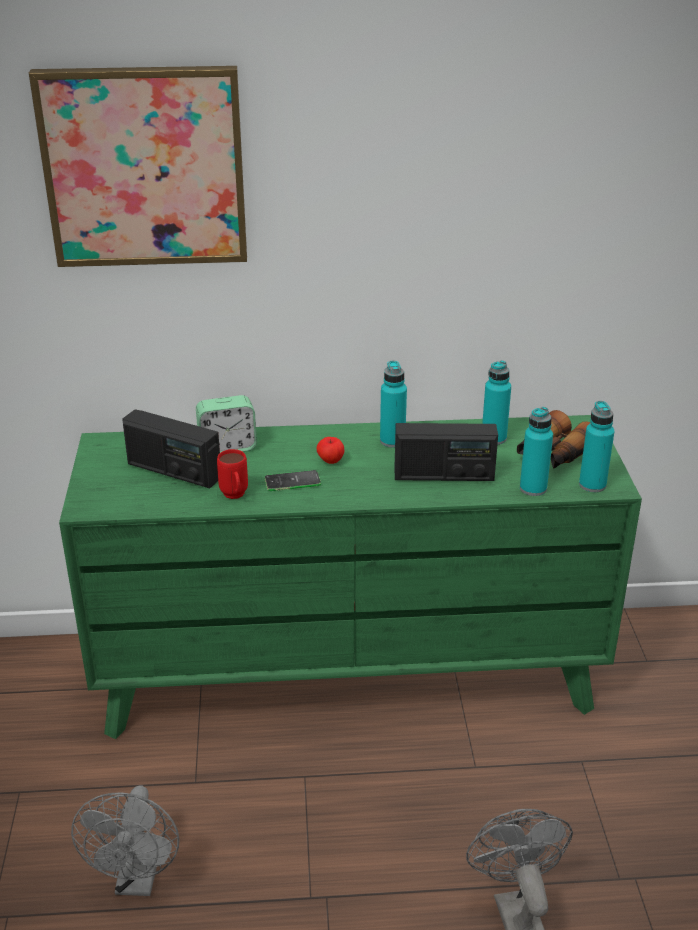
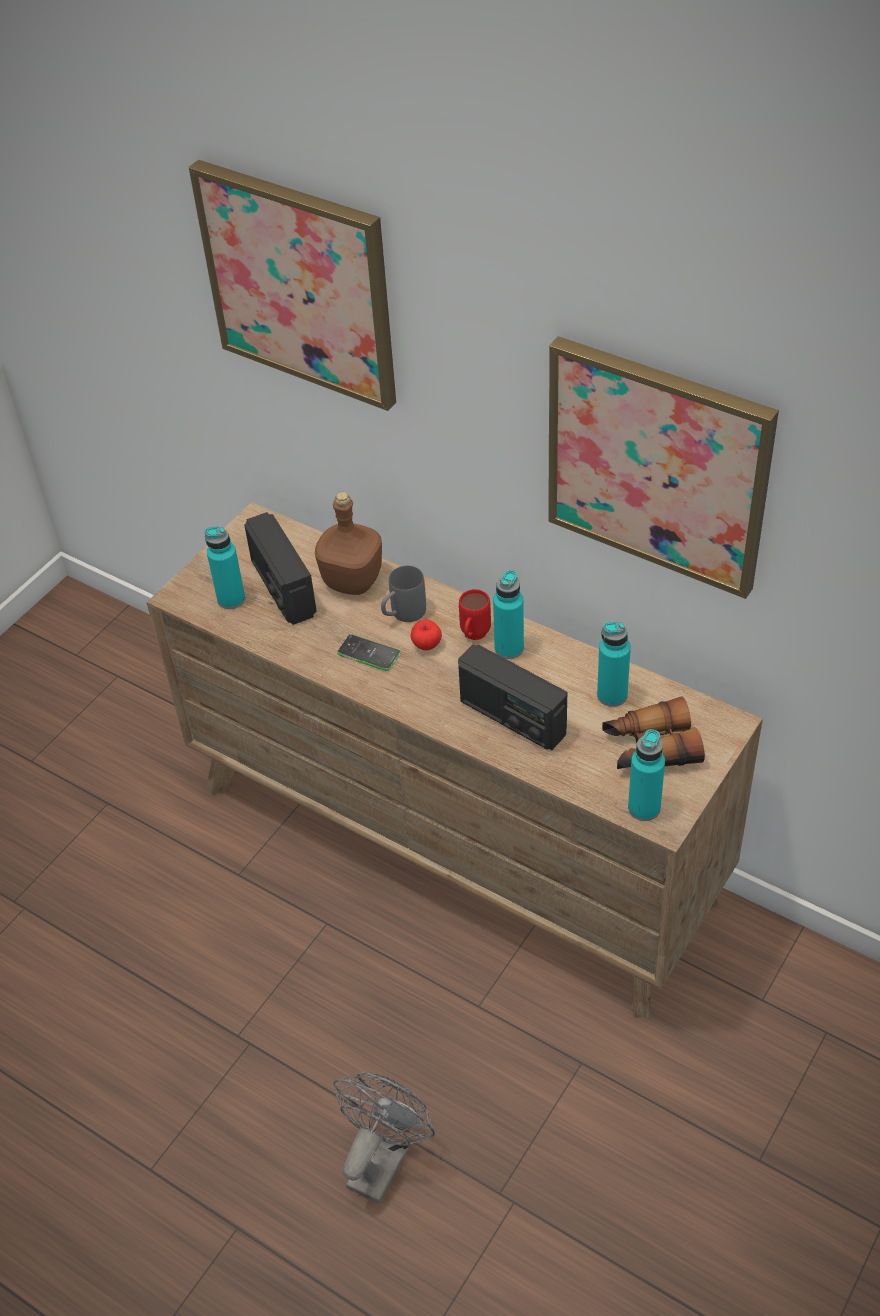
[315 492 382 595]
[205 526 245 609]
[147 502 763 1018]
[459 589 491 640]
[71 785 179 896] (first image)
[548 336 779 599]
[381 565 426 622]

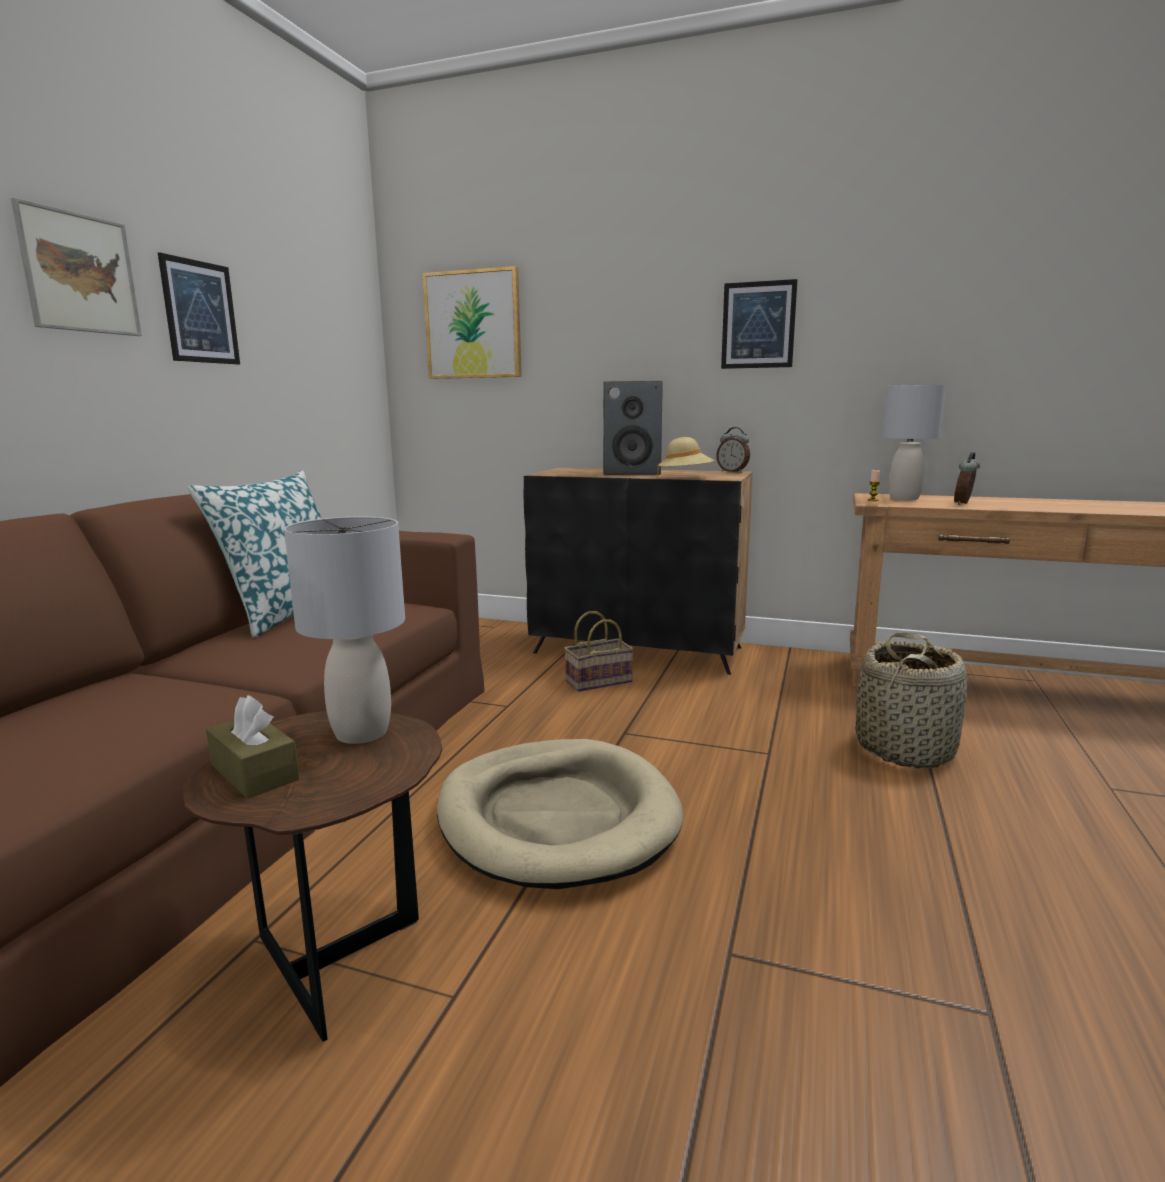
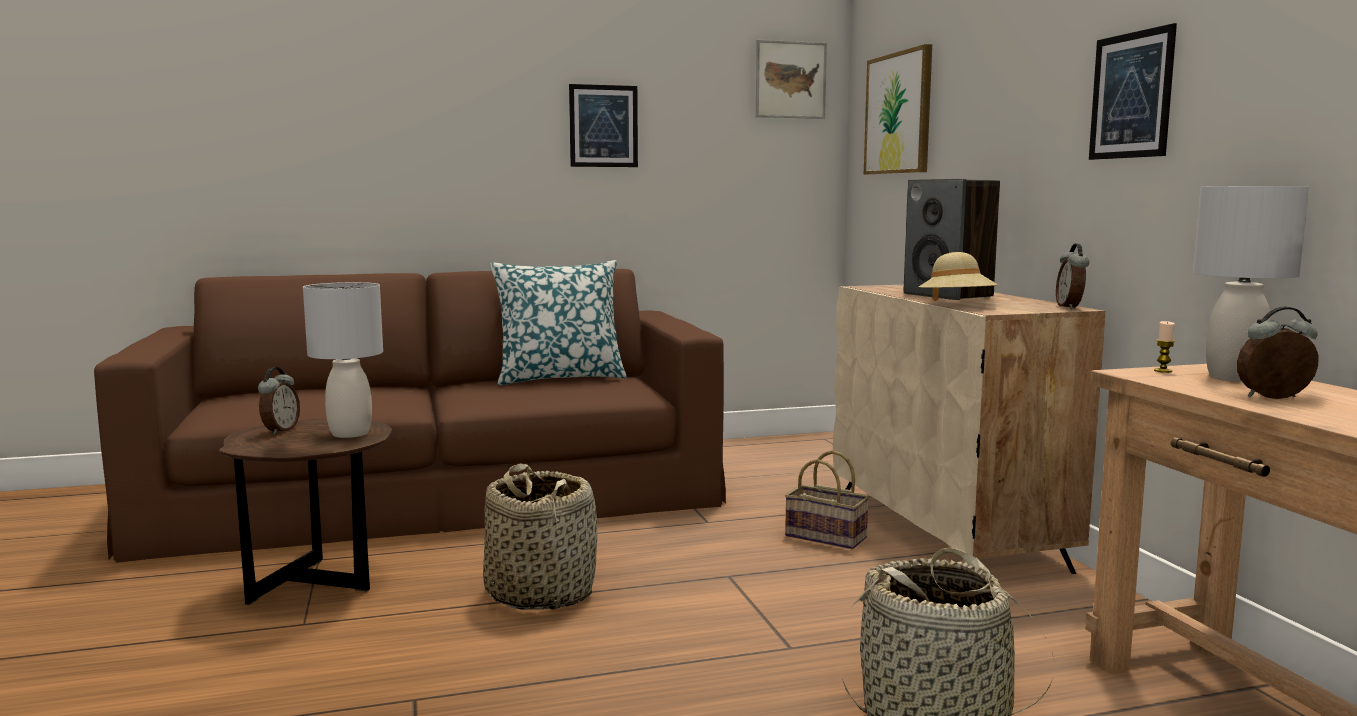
[756 40 827 119]
[833 285 1105 574]
[258 367 300 435]
[483 463 597 610]

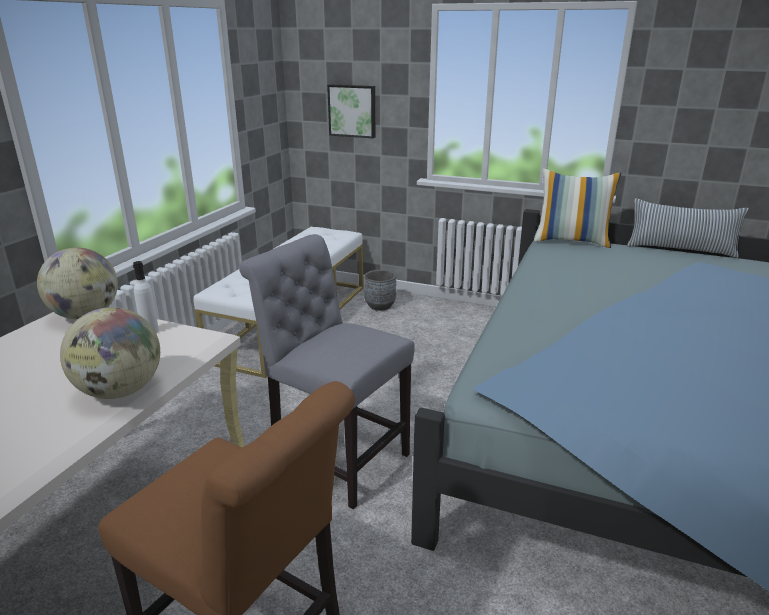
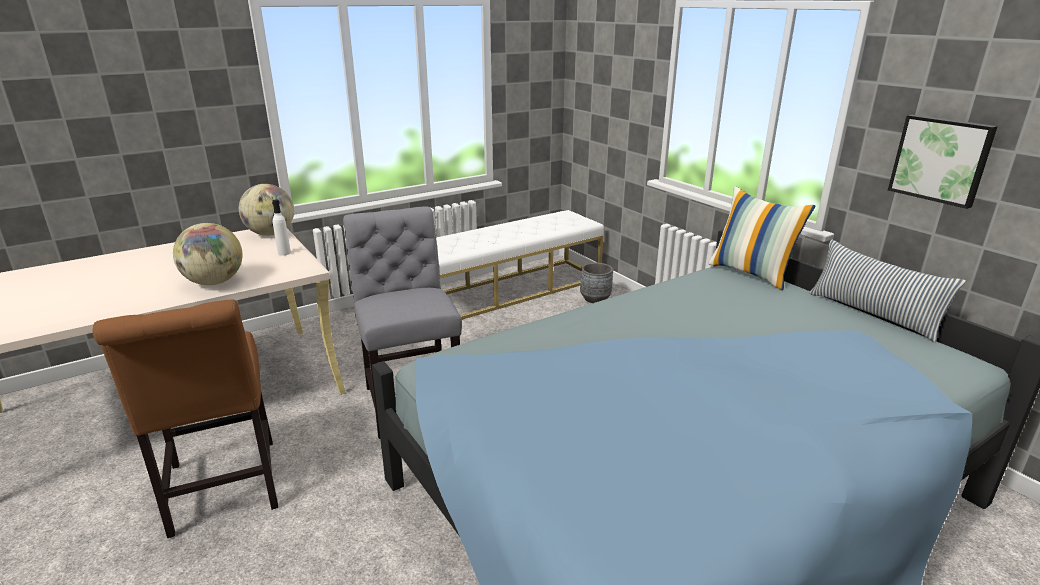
[888 115 998 209]

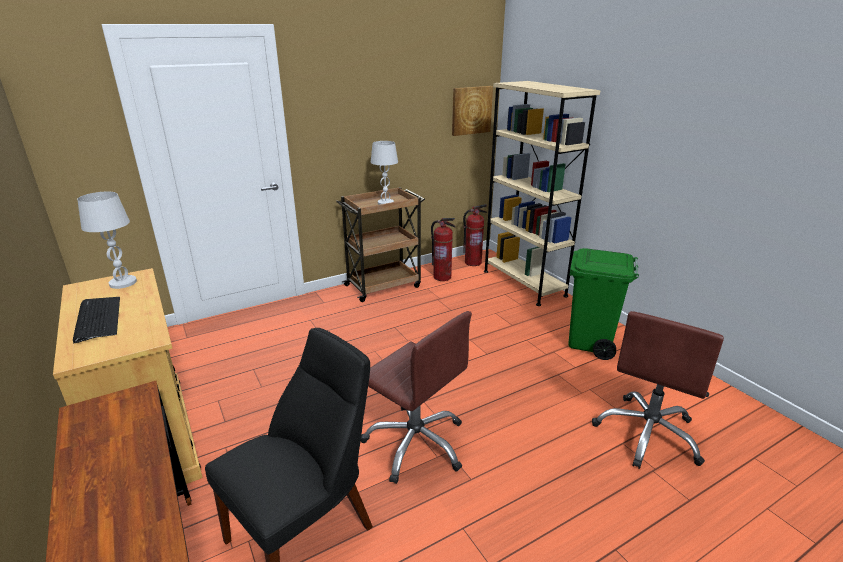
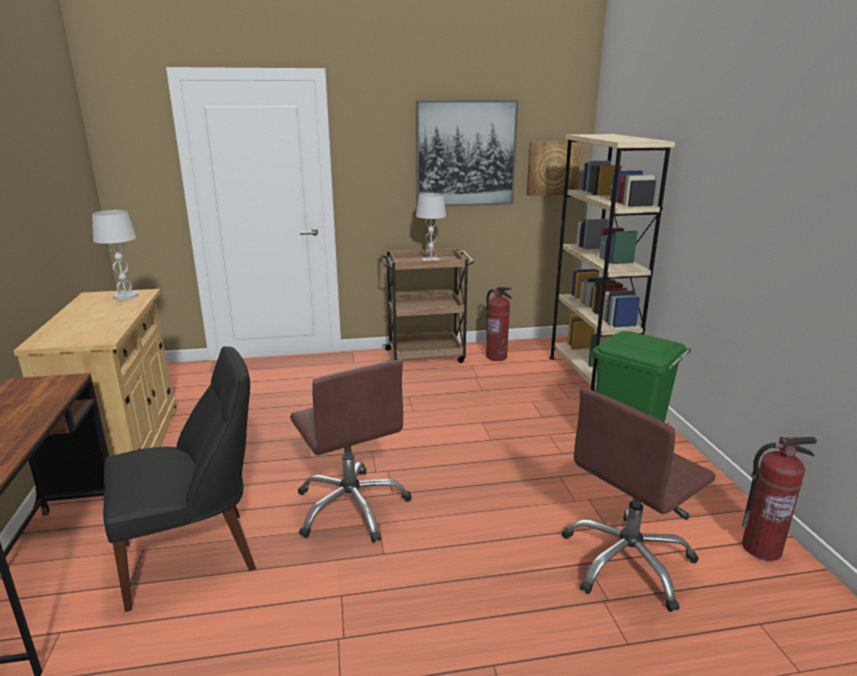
[742 437 817 561]
[73 297 120 343] (first image)
[416 100 518 206]

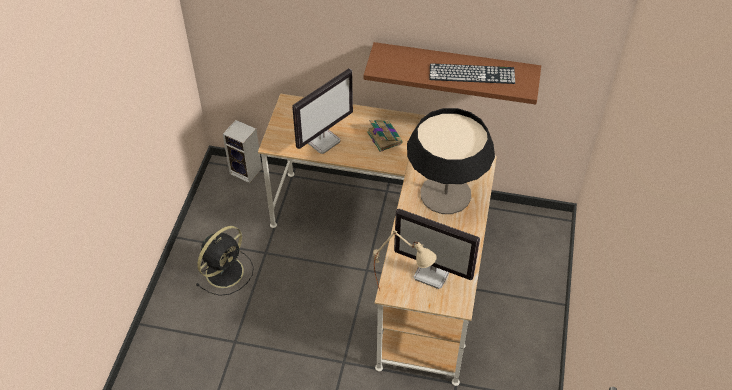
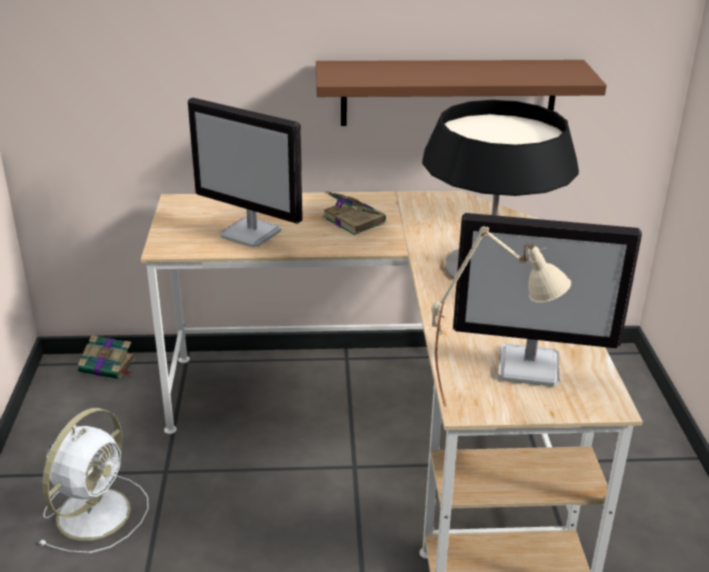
[430 64 515 84] (first image)
[188 98 303 247]
[78 335 135 379]
[38 408 149 553]

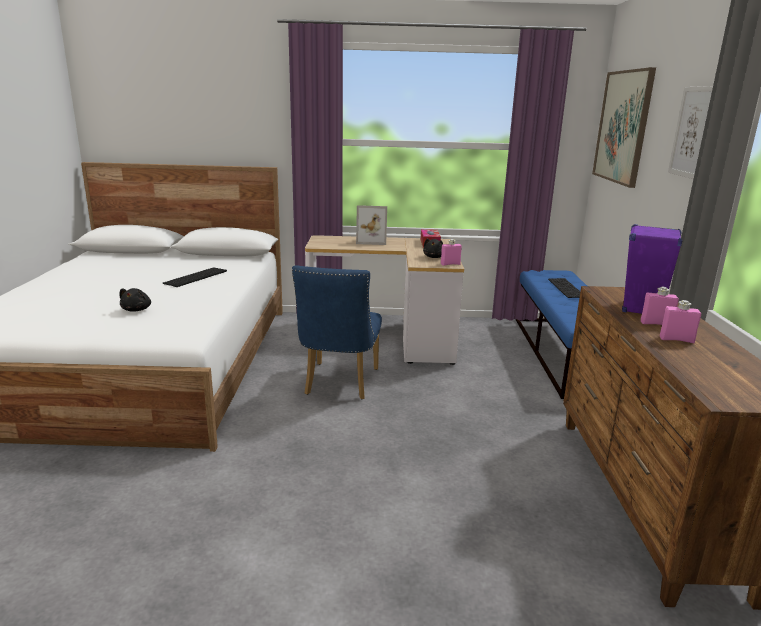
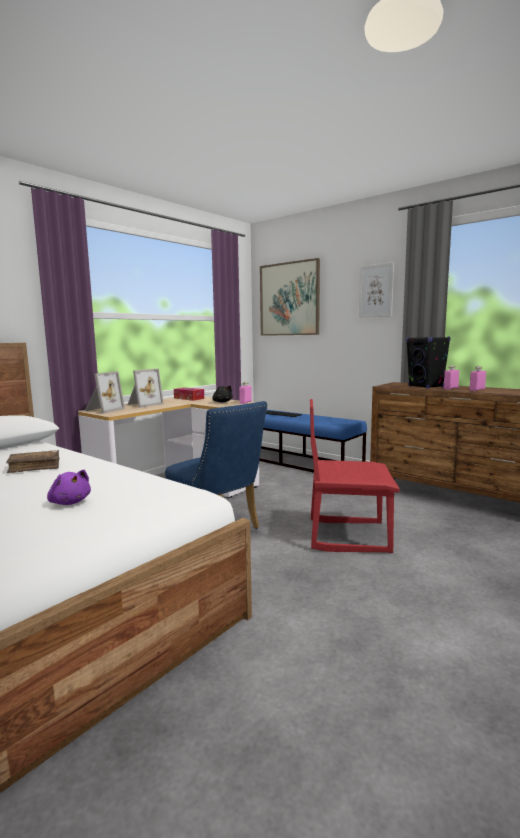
[406 337 450 388]
[6 450 59 473]
[47 470 91 505]
[85 371 125 414]
[310 399 400 553]

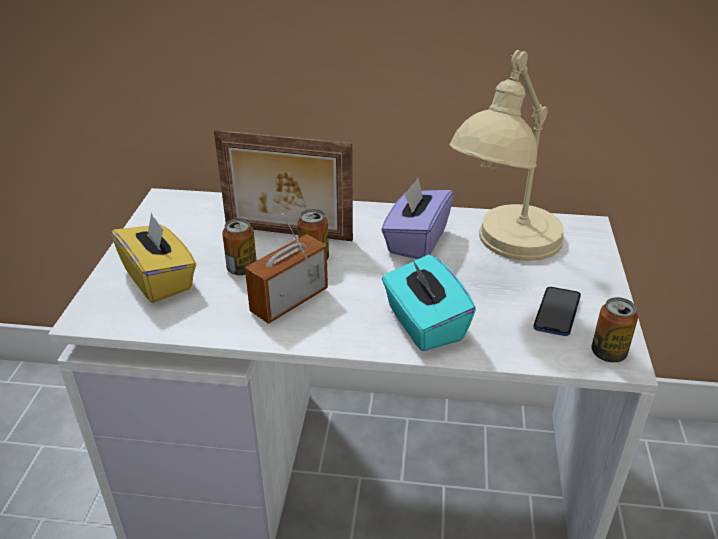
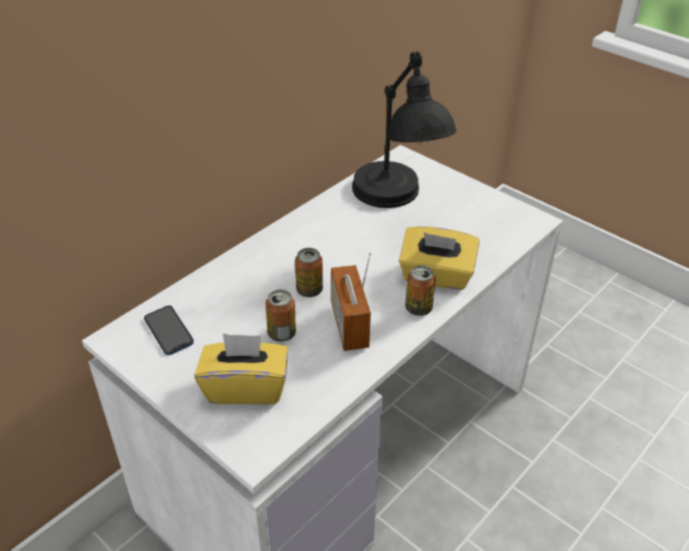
[352 51 457 208]
[214 130 353 241] (first image)
[381 178 454 259] (first image)
[399 226 480 290]
[144 305 194 355]
[405 265 436 316]

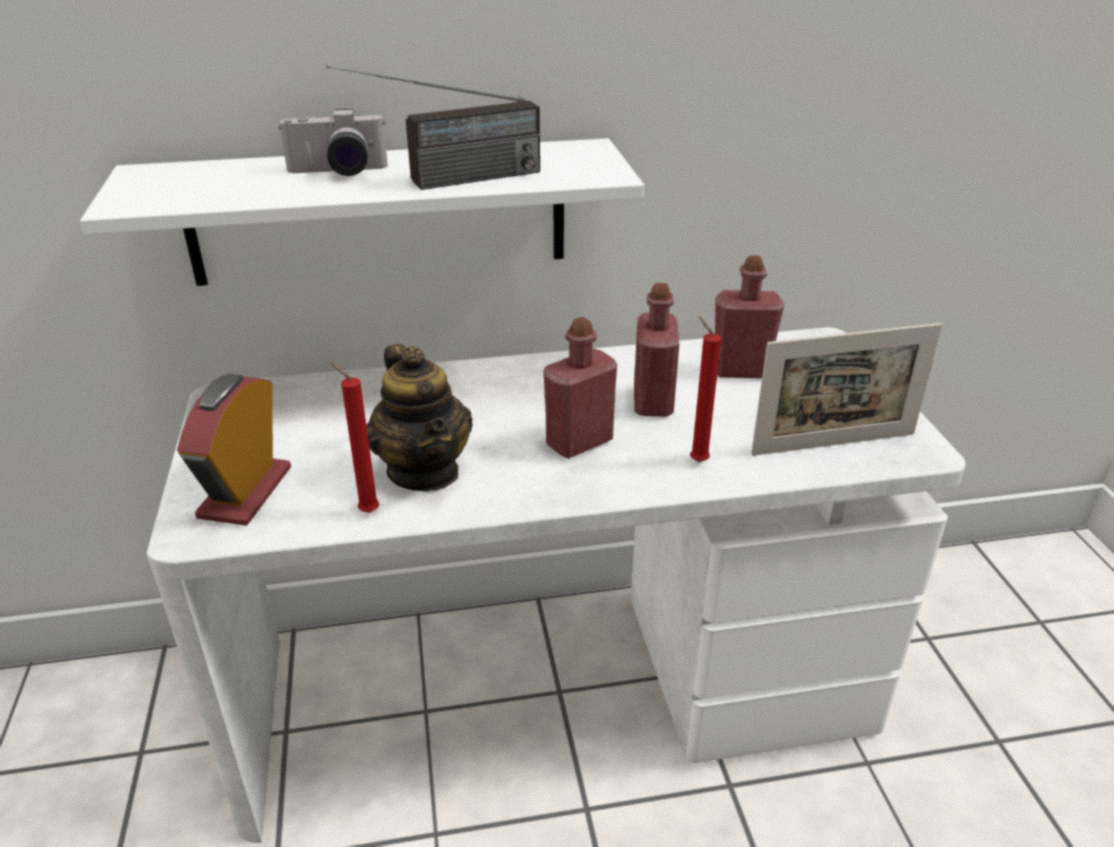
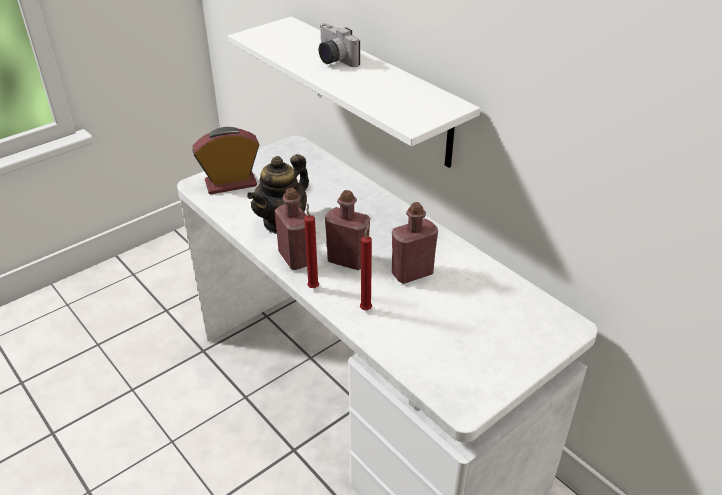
[326 65 540 190] (first image)
[275 188 307 270]
[751 323 942 456] (first image)
[304 203 319 288]

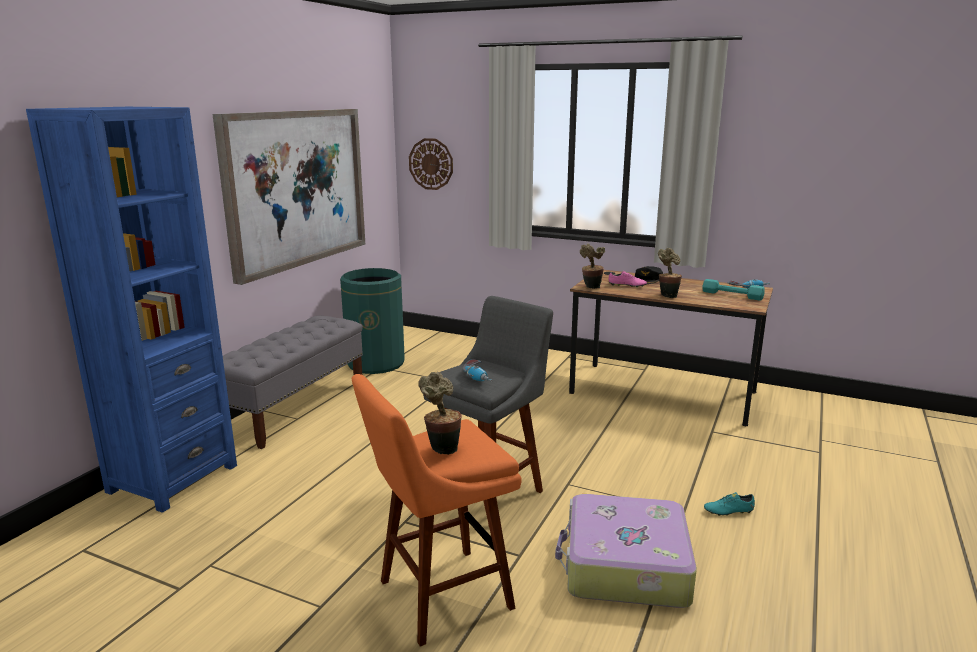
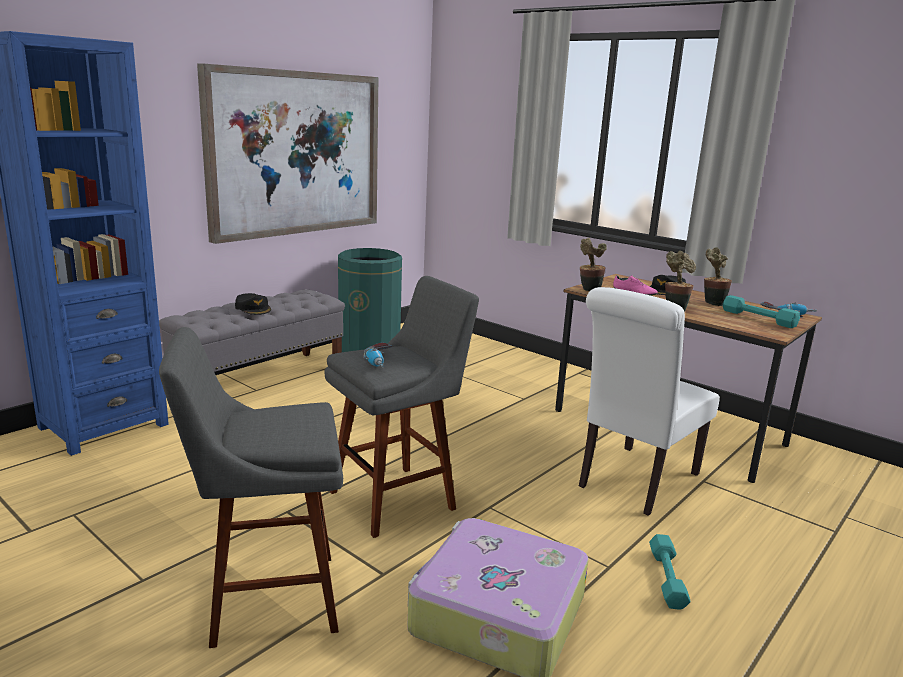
[409 138 453 190] (first image)
[704 247 732 306]
[159 327 343 648]
[649 534 691 610]
[579 287 720 516]
[235 293 271 315]

